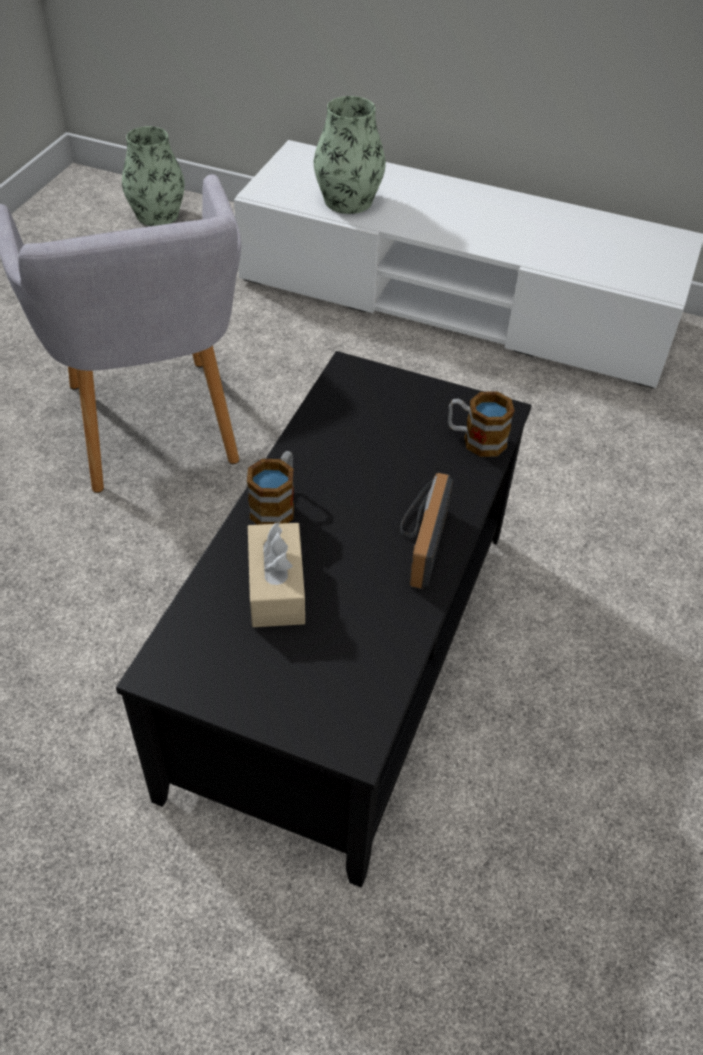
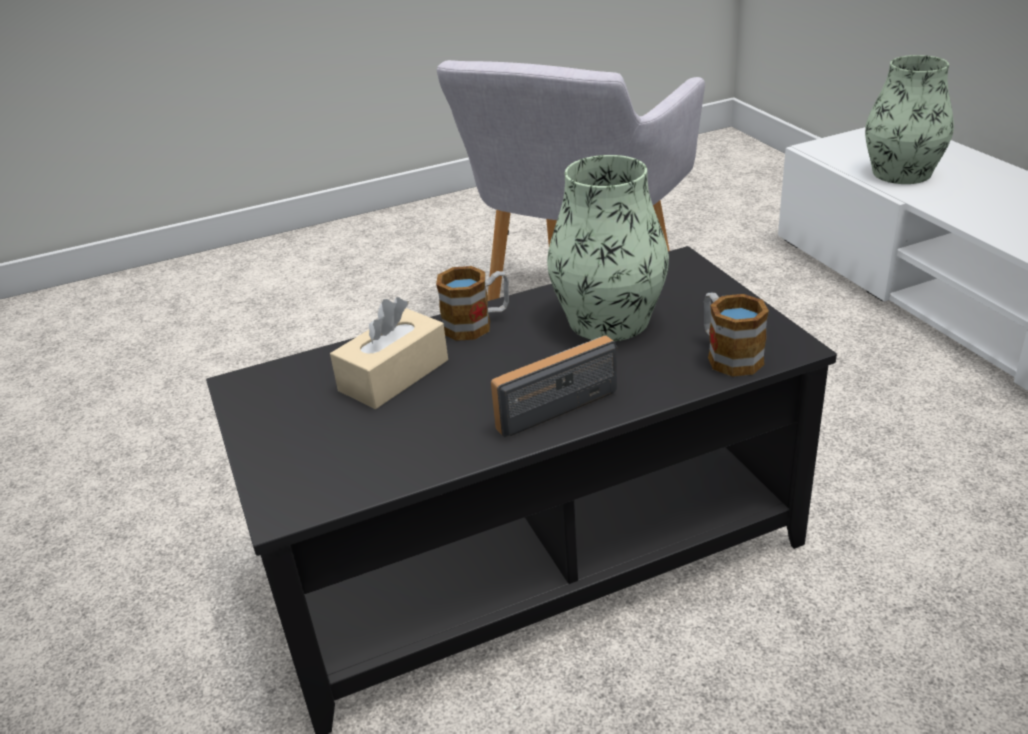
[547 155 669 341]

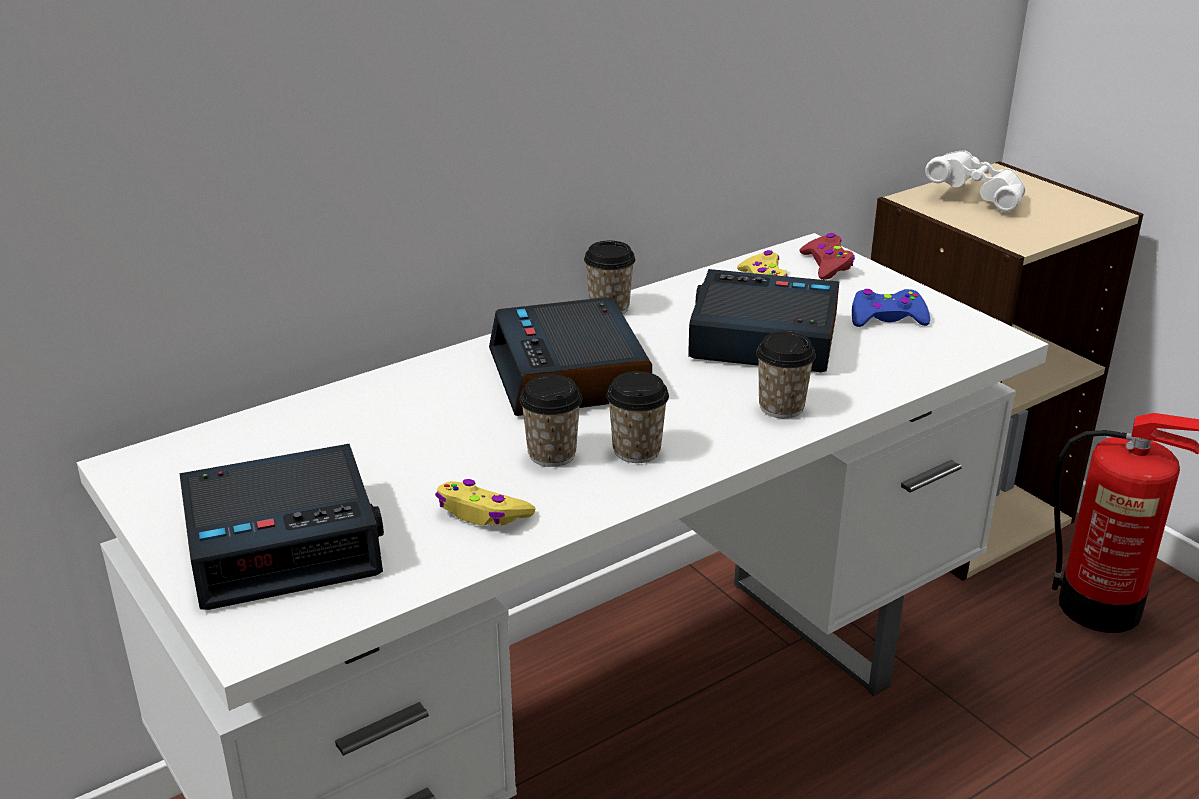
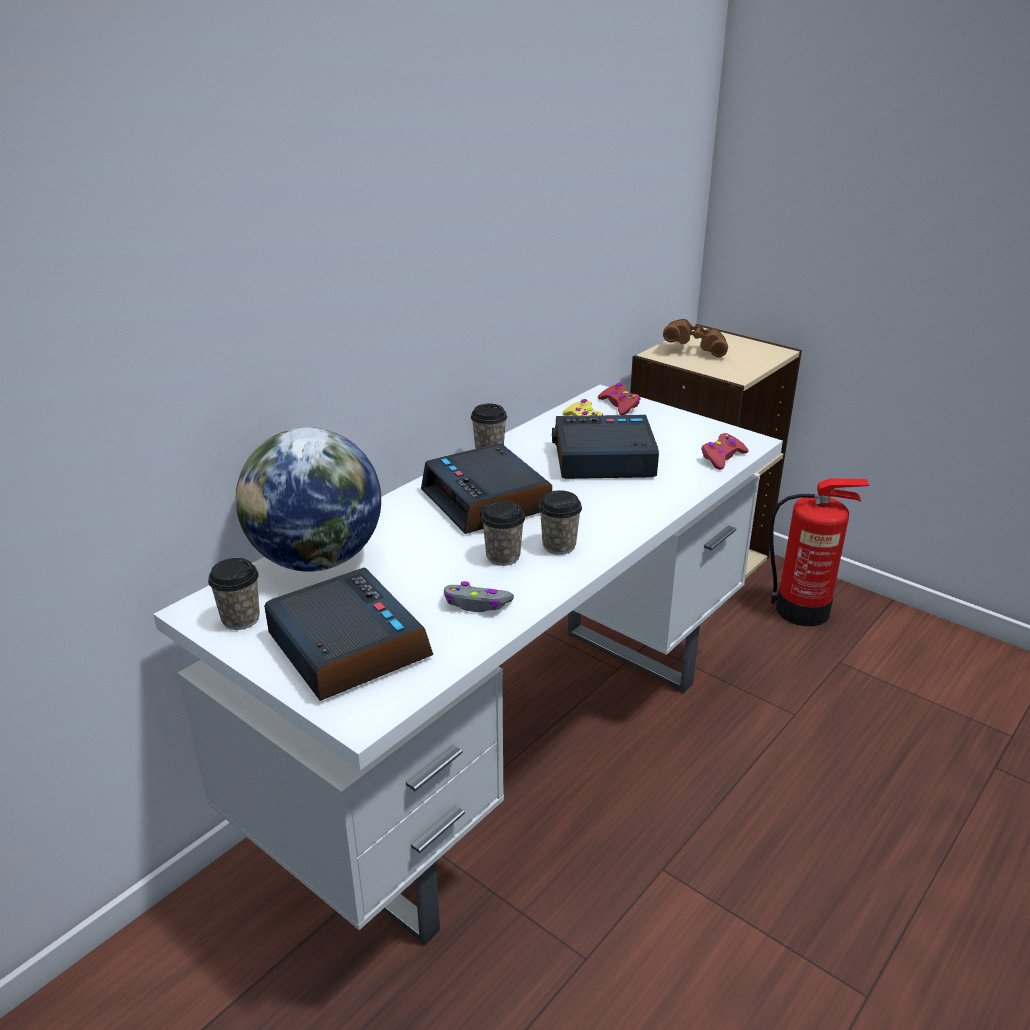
[663 319 728 357]
[852 289 930 327] (first image)
[208 558 260 630]
[264 568 433 701]
[444 581 514 612]
[236 427 381 572]
[701 433 749 470]

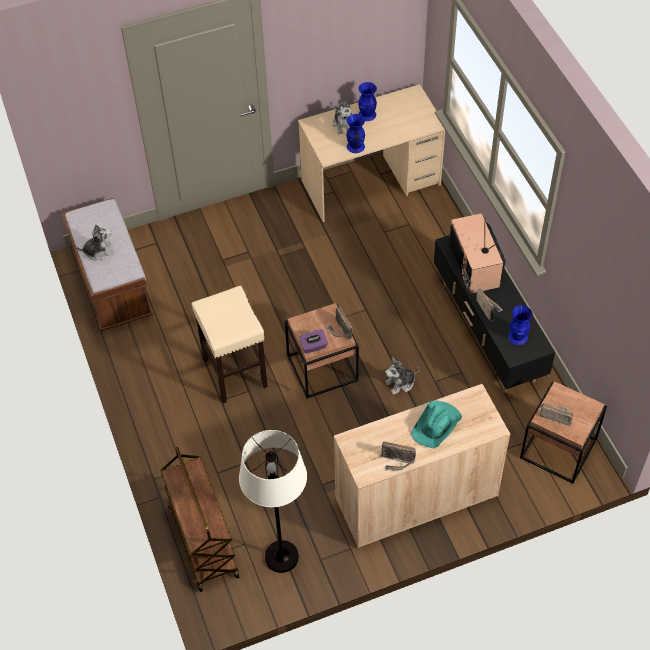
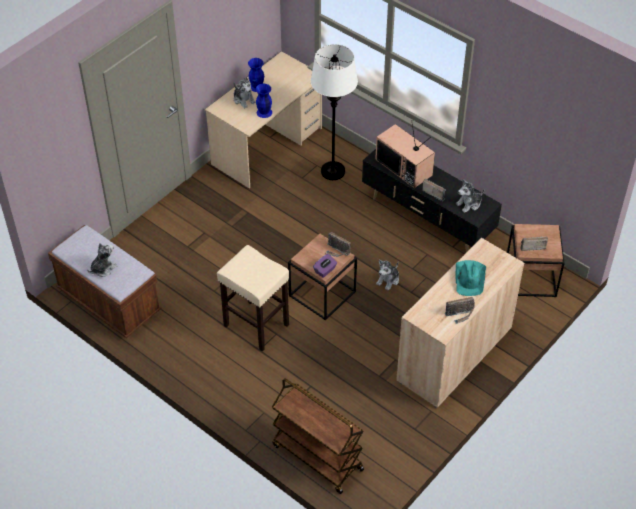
[456 179 485 213]
[311 44 358 180]

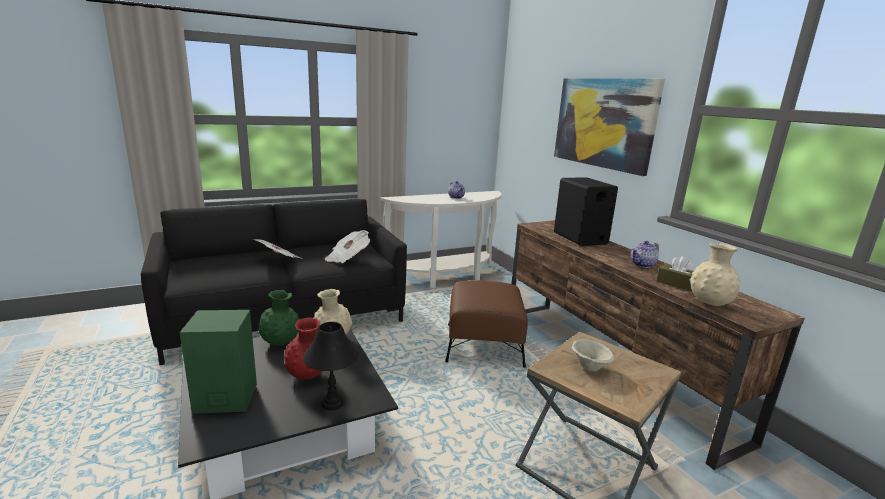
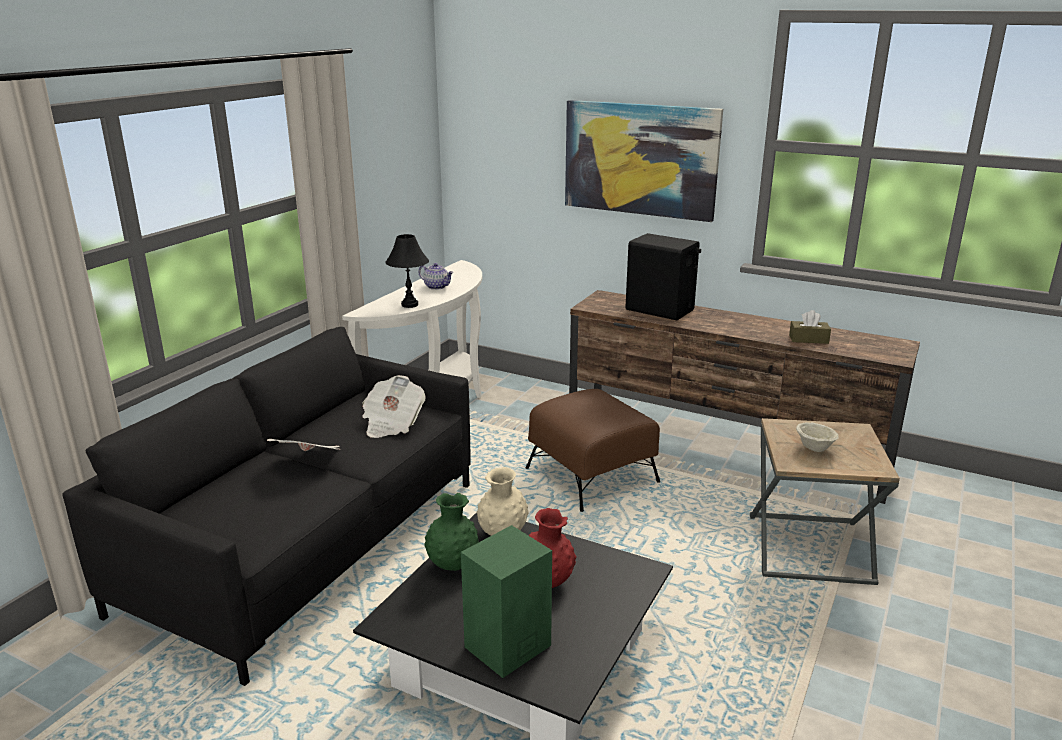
[631 241 659 268] (first image)
[689 242 740 306] (first image)
[385 234 429 308]

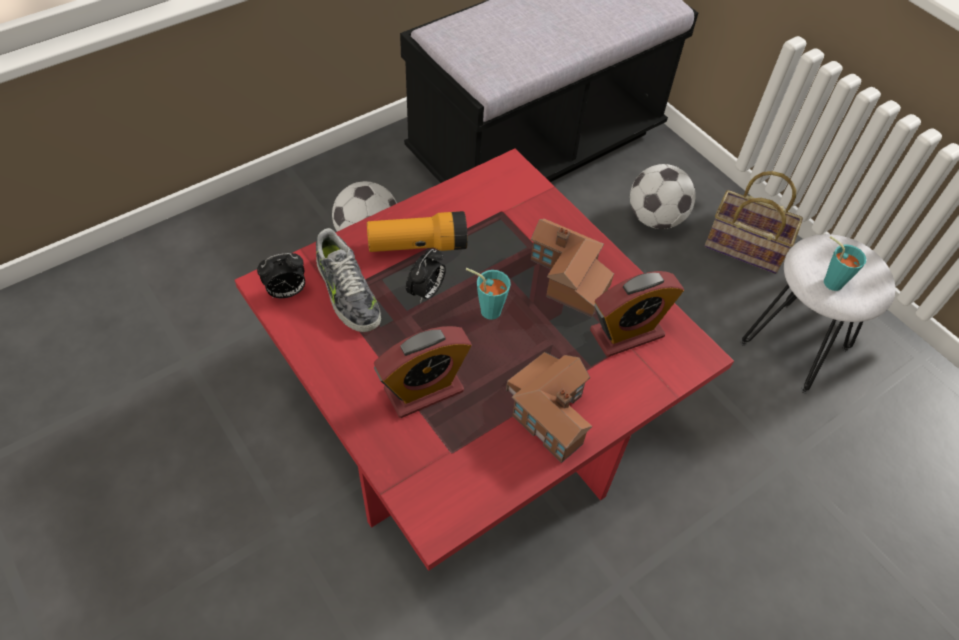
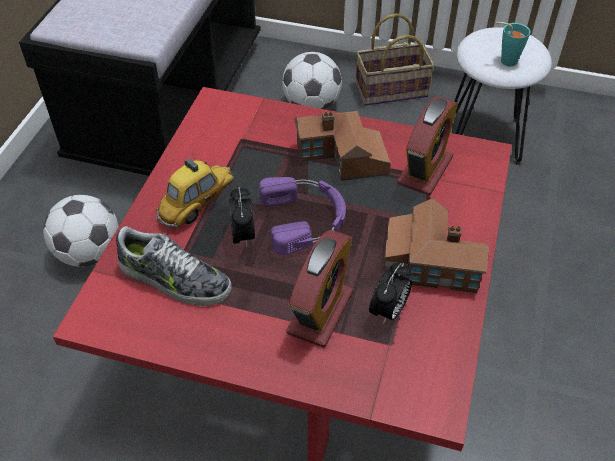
[156 153 234 228]
[369 263 412 324]
[259 177 346 255]

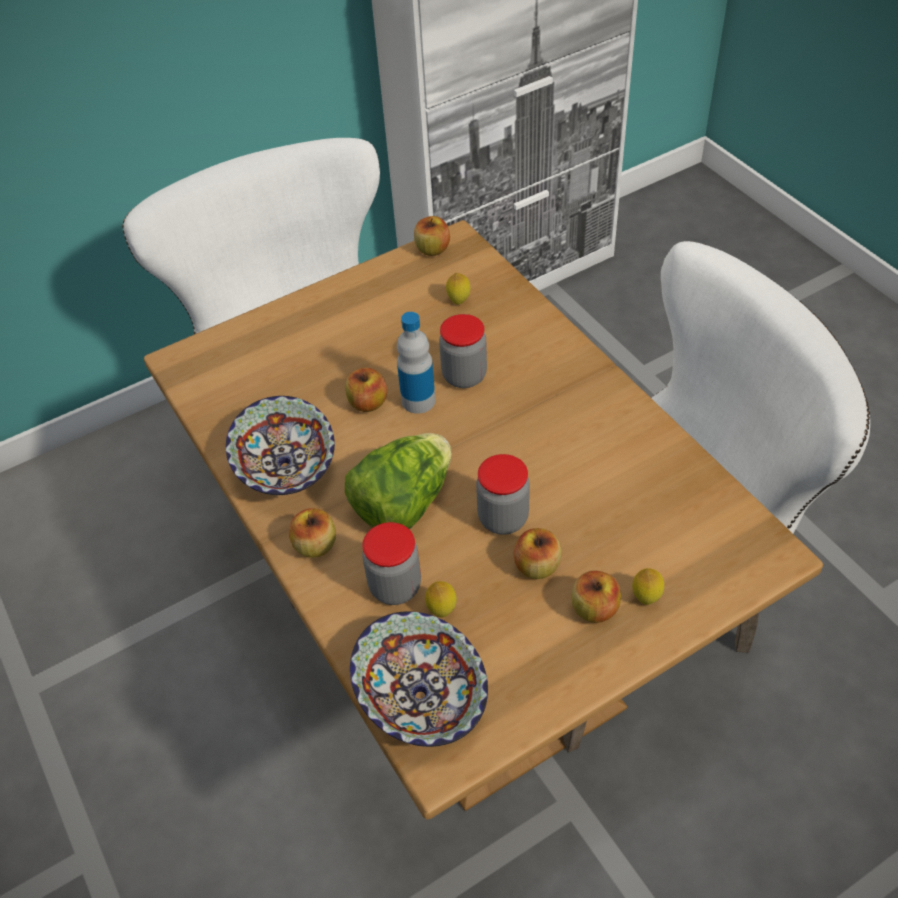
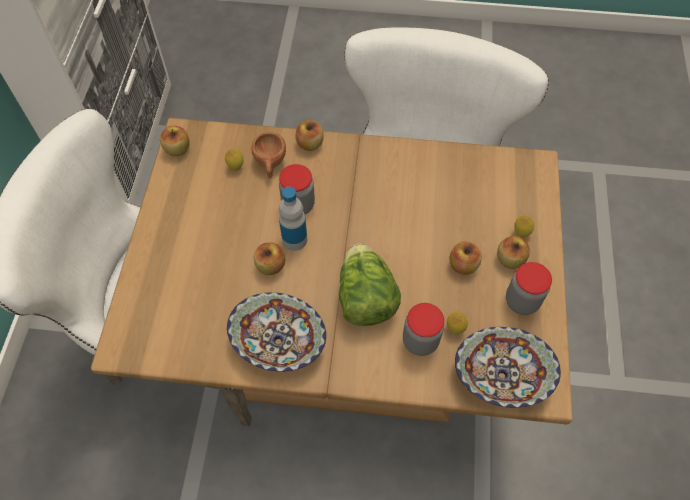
[506 262 552 315]
[296 120 324 151]
[252 132 286 178]

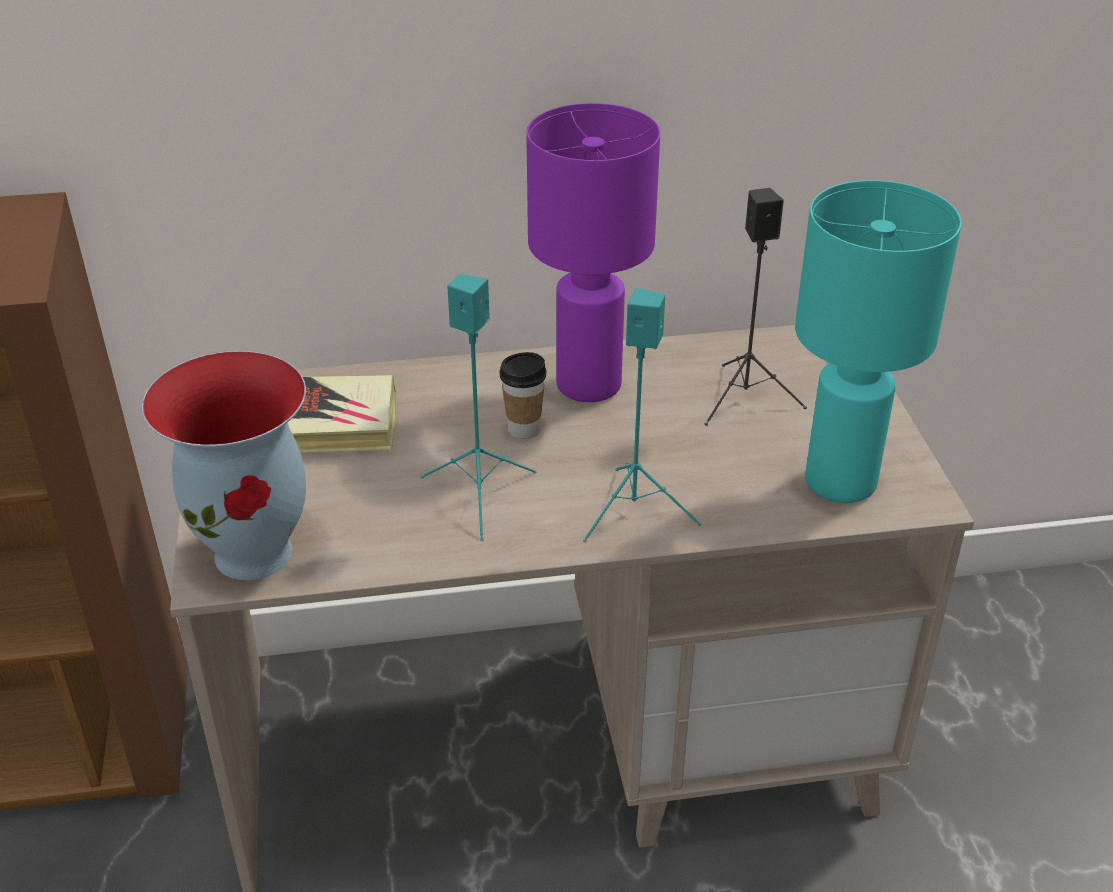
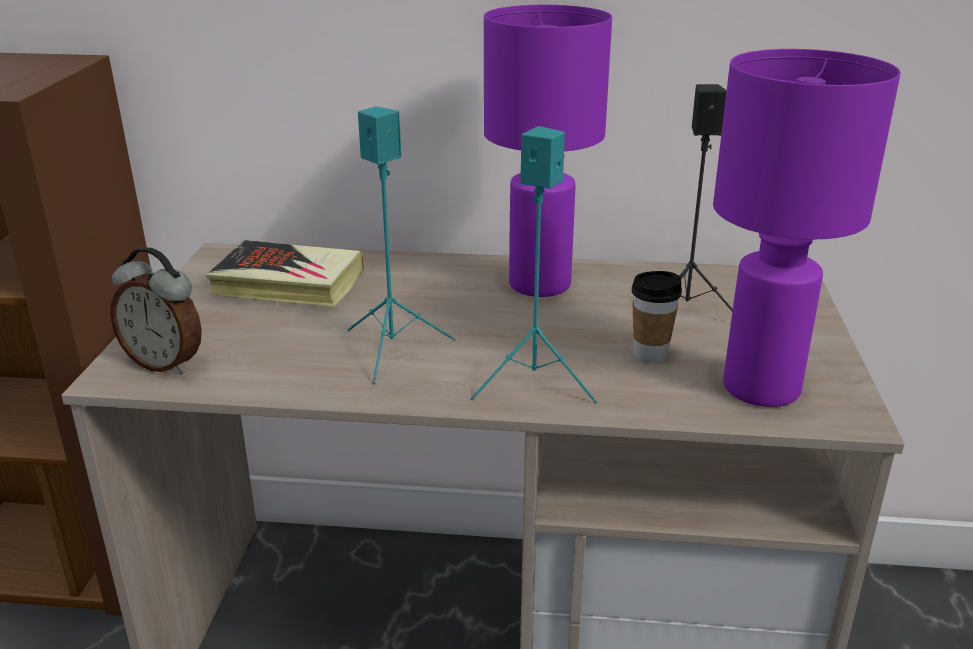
[713 49 901 407]
[110 247 202 374]
[631 271 682 364]

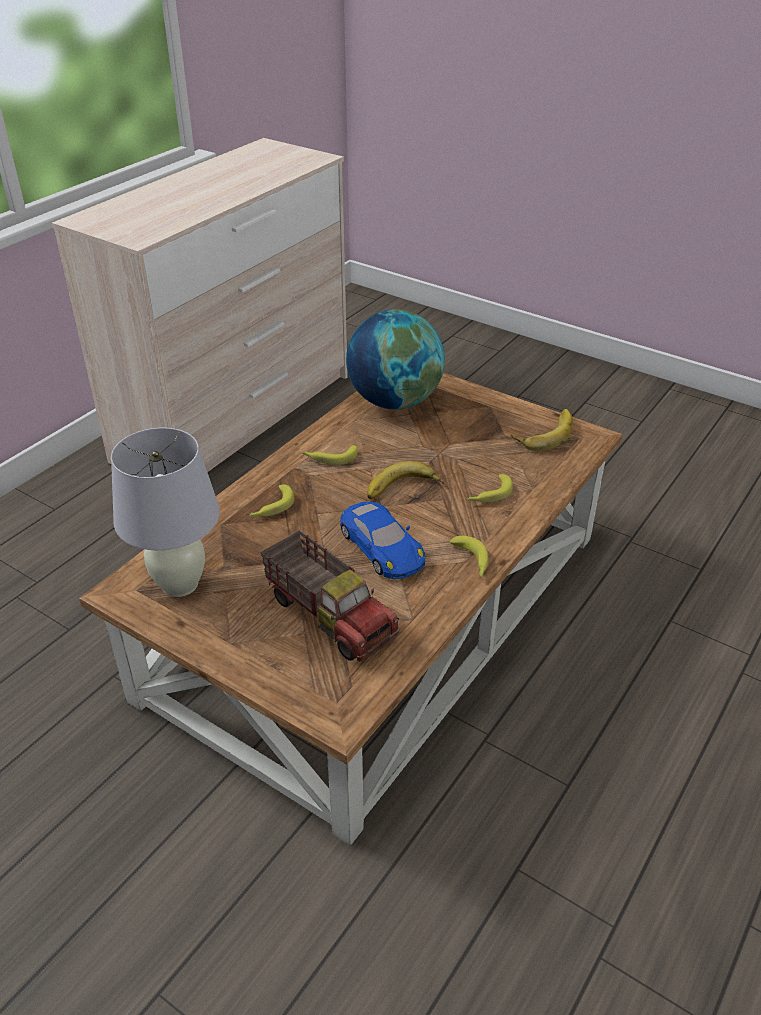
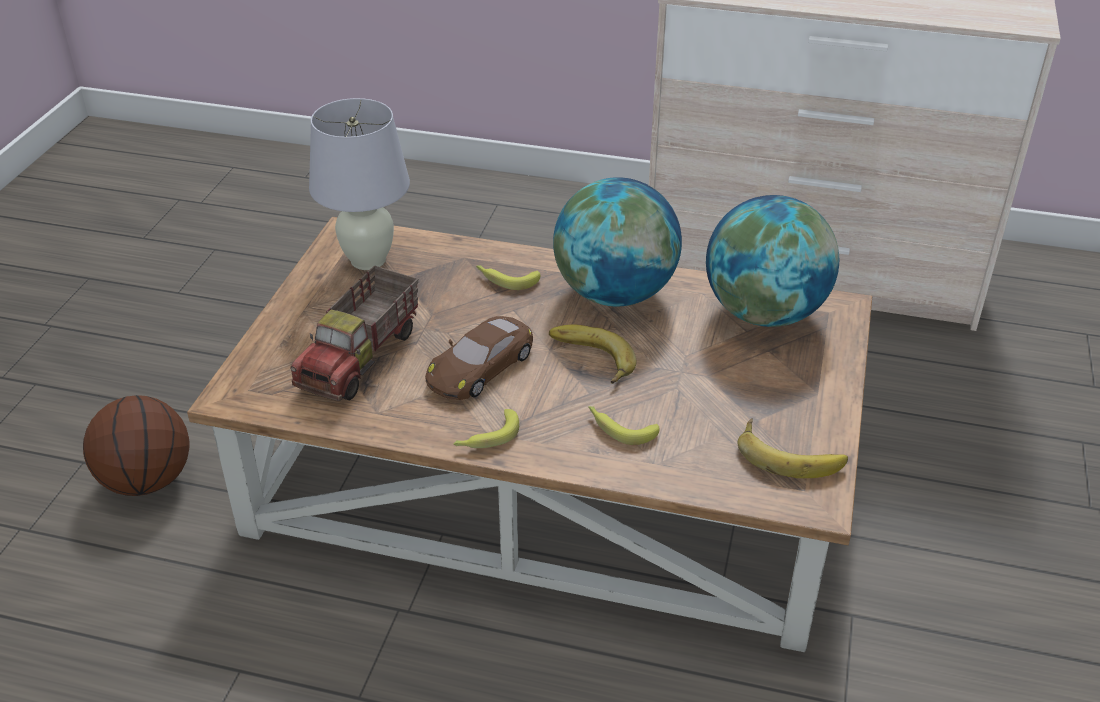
[553 177 682 306]
[425 316 533 400]
[83 395 190 496]

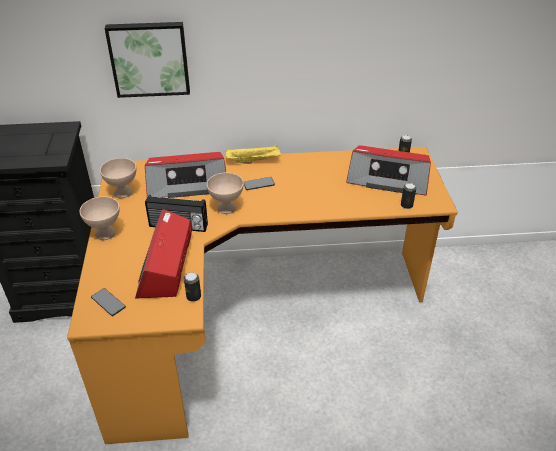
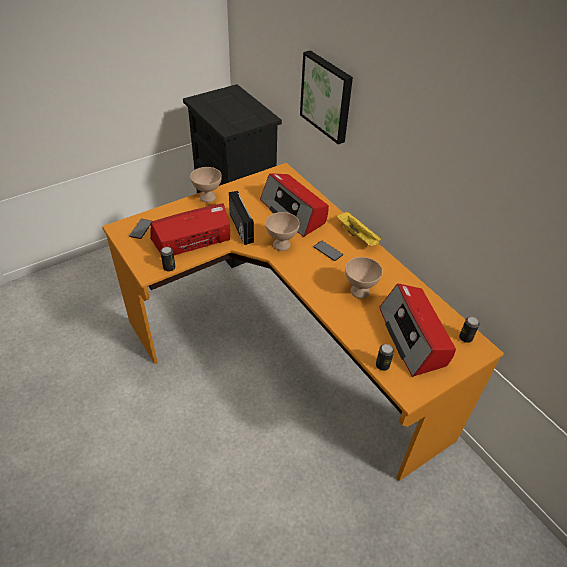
[345 257 383 299]

